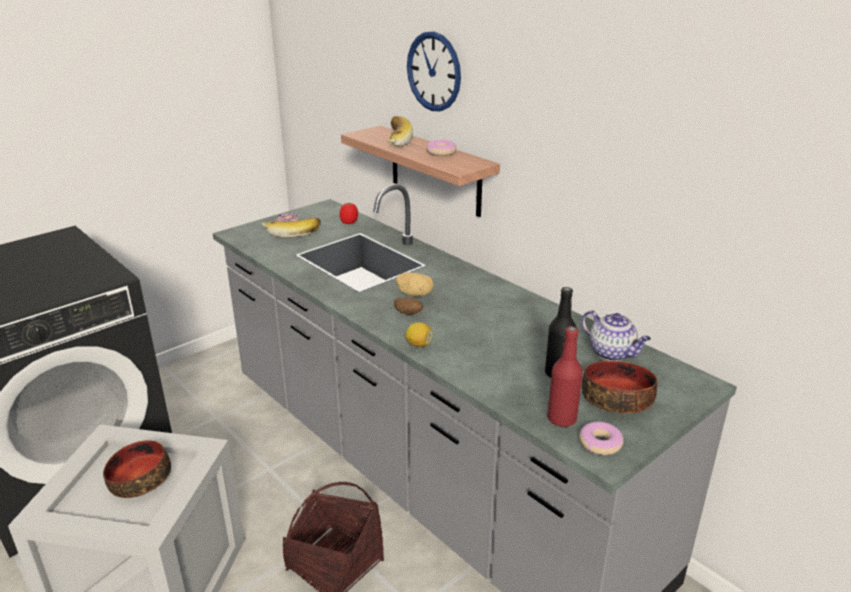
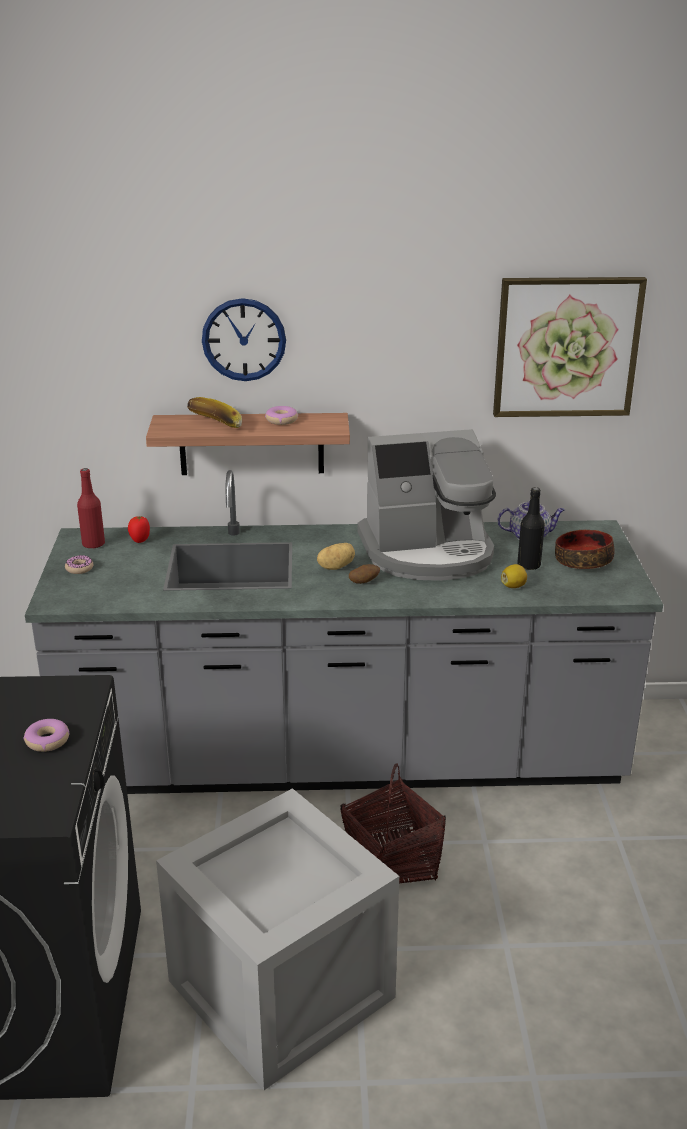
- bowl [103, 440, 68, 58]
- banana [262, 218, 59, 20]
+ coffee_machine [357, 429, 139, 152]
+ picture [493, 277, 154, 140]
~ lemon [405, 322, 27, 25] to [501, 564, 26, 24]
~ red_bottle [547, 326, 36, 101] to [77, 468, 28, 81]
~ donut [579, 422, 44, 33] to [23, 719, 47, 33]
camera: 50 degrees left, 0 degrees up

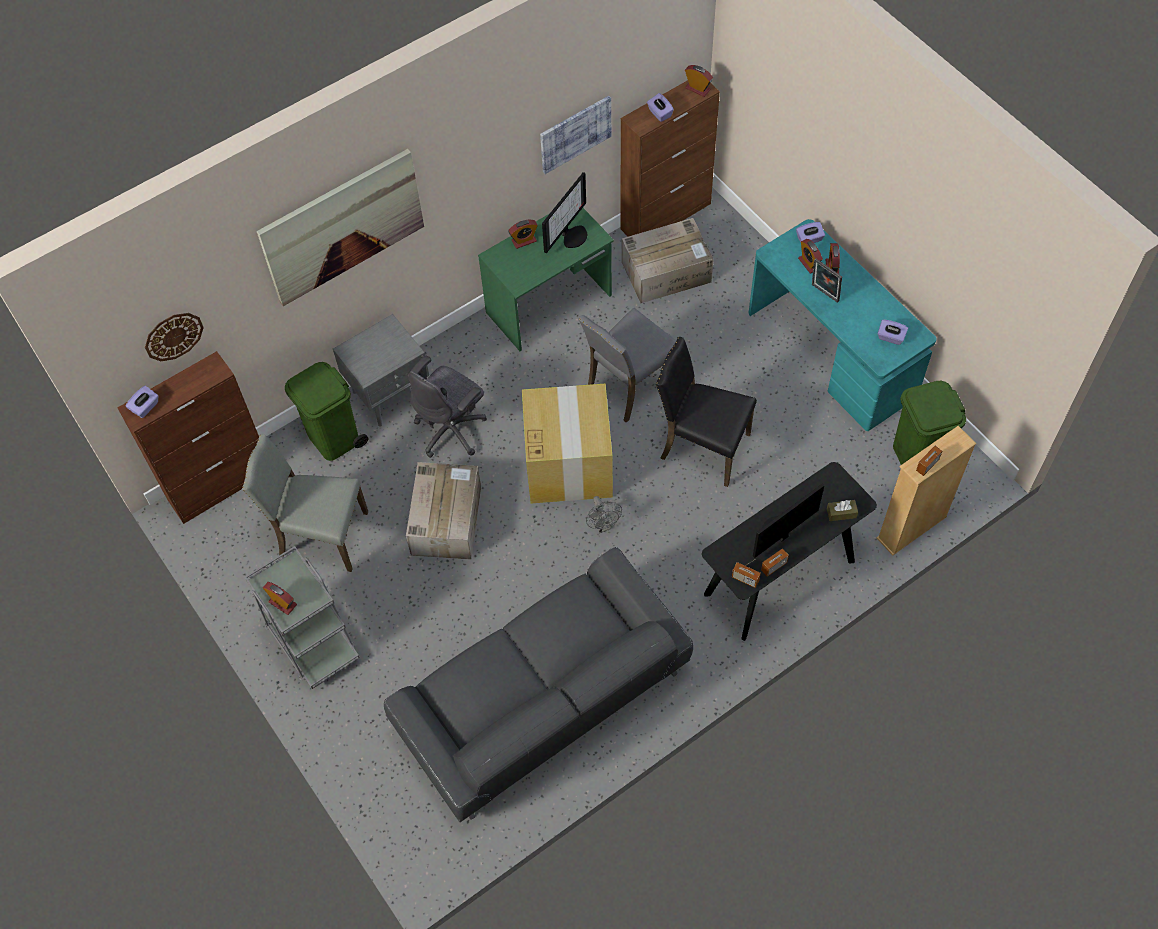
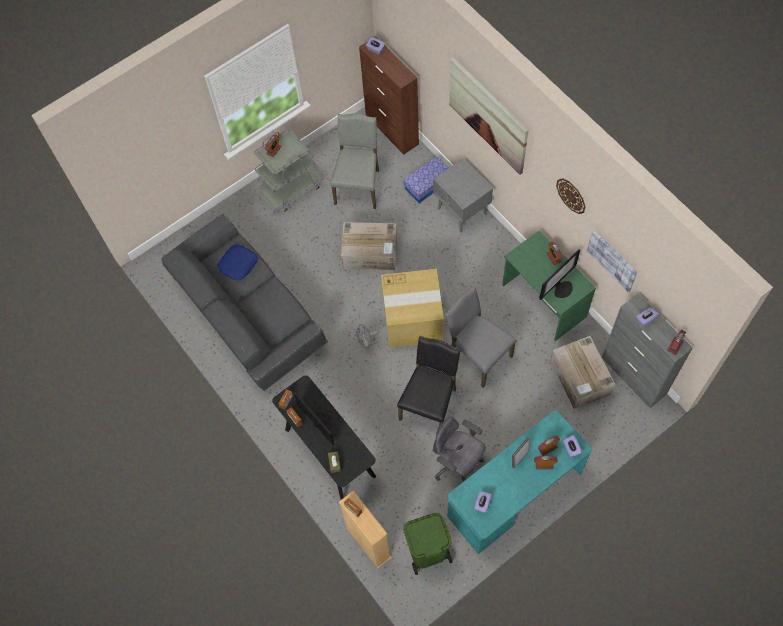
+ blue_pillow [217, 244, 41, 36]
~ wall_clock [145, 313, 59, 48] to [556, 178, 29, 36]
~ grey_office_chair [408, 356, 79, 102] to [432, 417, 54, 65]
~ green_trash_can [285, 362, 83, 99] to storage_box [403, 156, 46, 47]
~ brown_cabinet [621, 80, 99, 156] to grey_cabinet [602, 294, 91, 114]
~ monitor [542, 172, 45, 81] = [539, 249, 41, 51] 75 degrees counterclockwise
camera: 90 degrees right, 5 degrees up

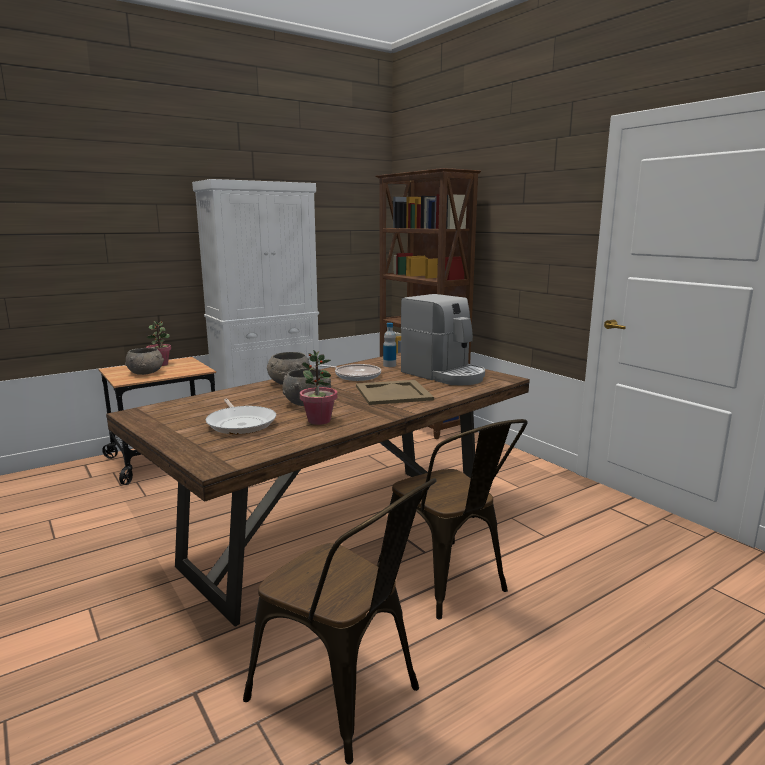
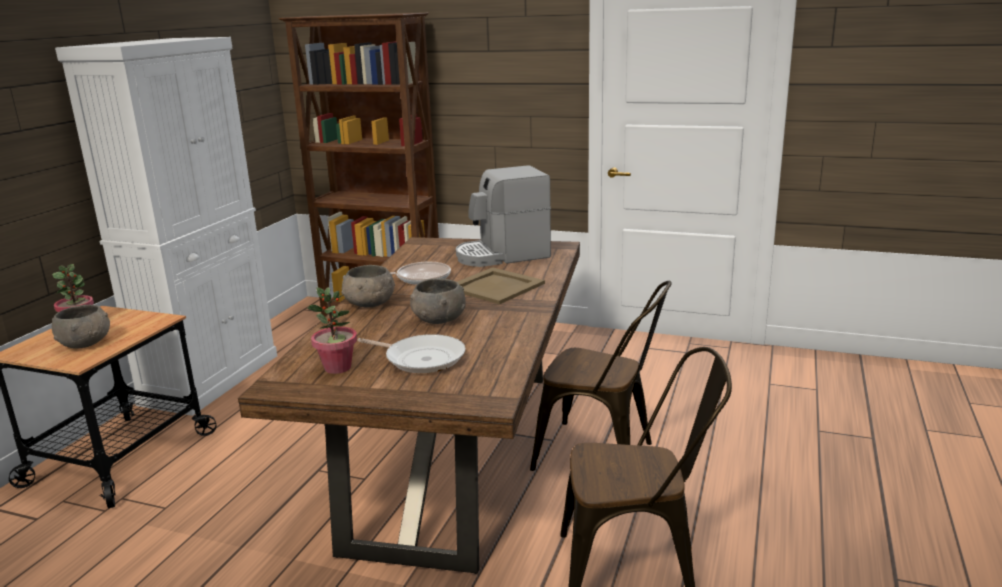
- bottle [383, 323, 13, 44]
~ potted_plant [300, 350, 37, 75] to [307, 287, 50, 87]
~ coffee_machine [401, 294, 84, 91] = [456, 165, 95, 102] 150 degrees clockwise
camera: 35 degrees left, 5 degrees up

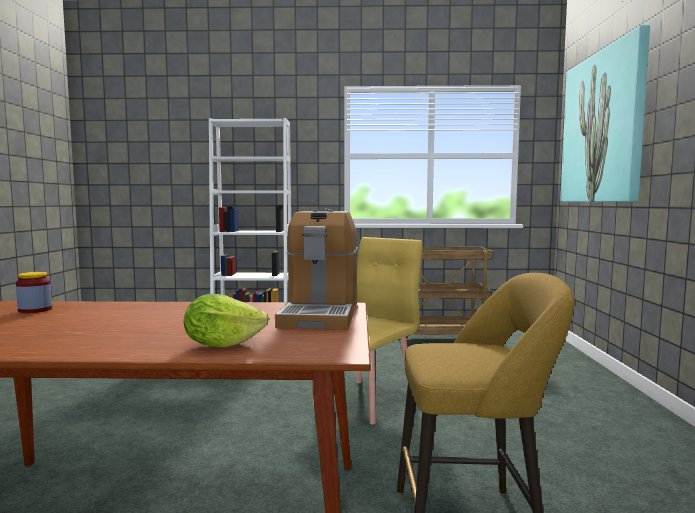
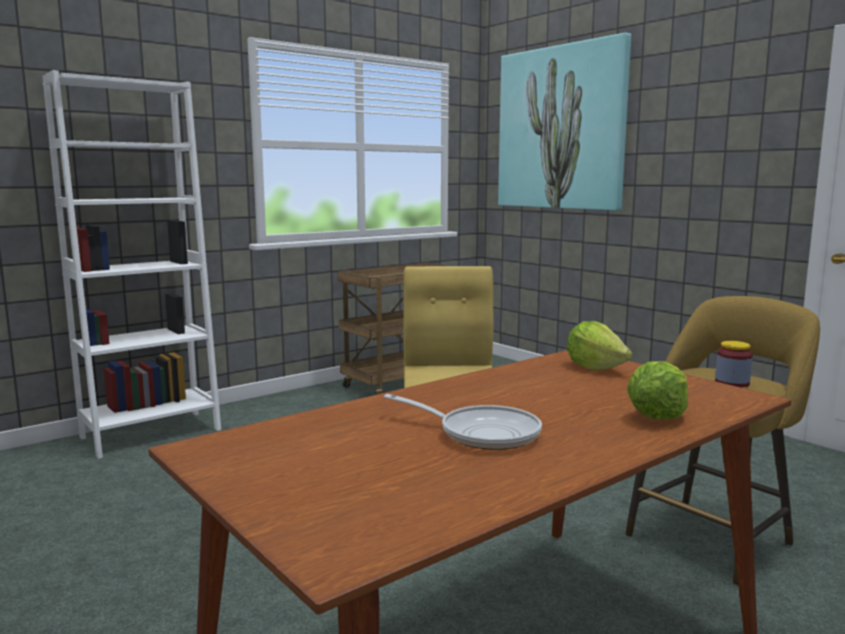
+ frying_pan [384, 394, 158, 56]
~ jar [16, 272, 36, 41] to [715, 341, 38, 47]
~ coffee_machine [275, 209, 83, 121] to lettuce [567, 321, 65, 49]
camera: 40 degrees left, 5 degrees up

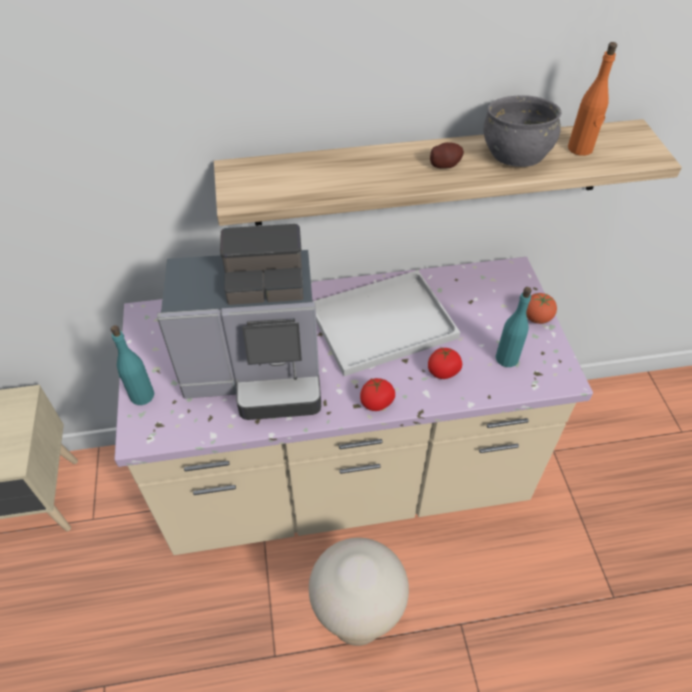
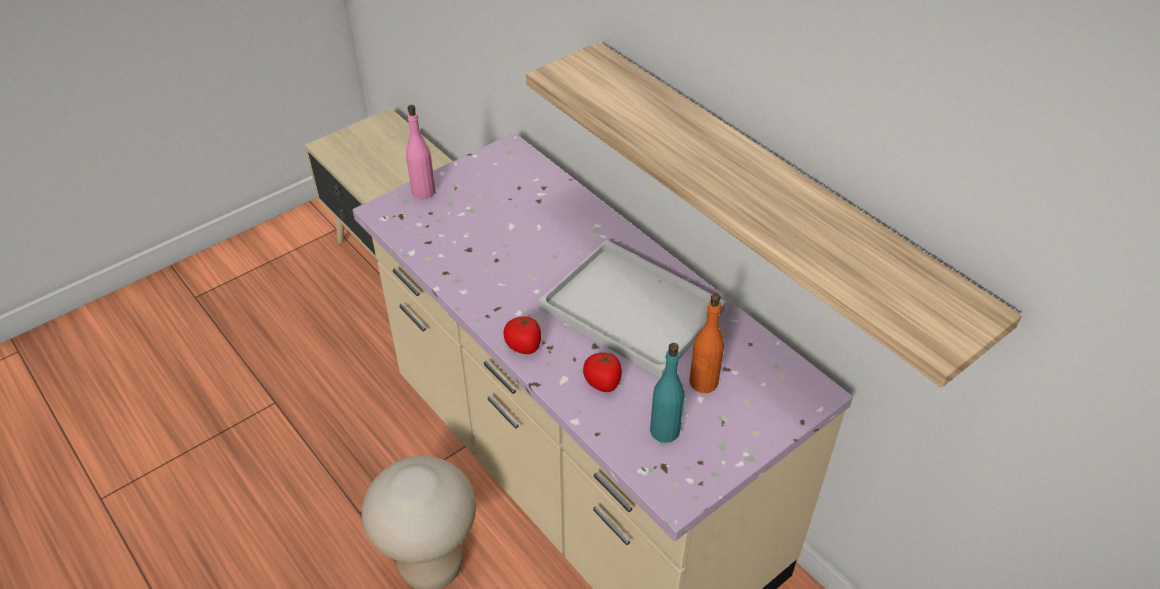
- coffee_machine [157, 224, 164, 196]
- potato [430, 142, 34, 26]
- grey_bowl [483, 95, 79, 72]
- tomato [526, 293, 31, 31]
~ orange_bottle [568, 42, 49, 114] to [689, 294, 35, 99]
~ turquoise_bottle [111, 325, 43, 80] to pink_bottle [406, 105, 30, 94]
camera: 60 degrees right, 5 degrees down

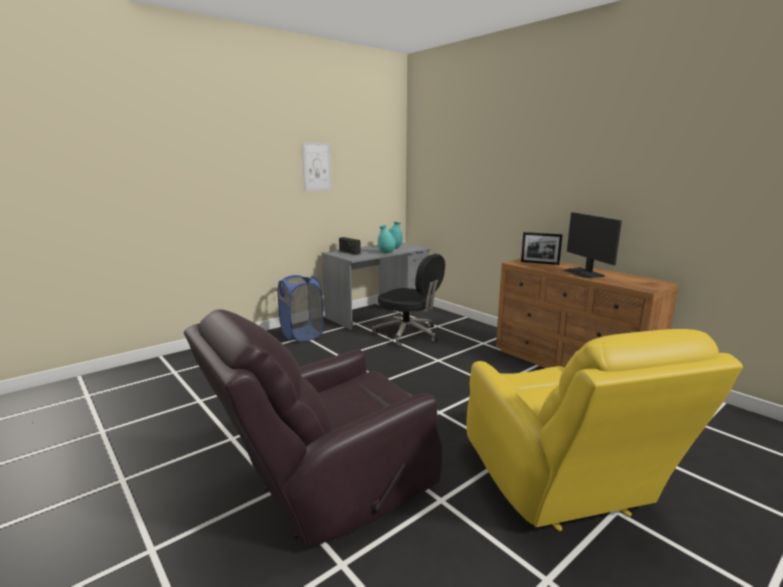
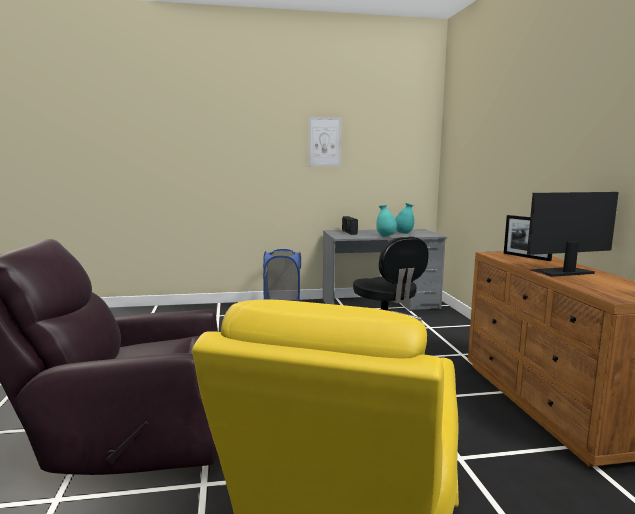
~ monitor [563, 212, 59, 66] = [527, 192, 92, 85] 60 degrees clockwise
camera: 30 degrees right, 5 degrees down

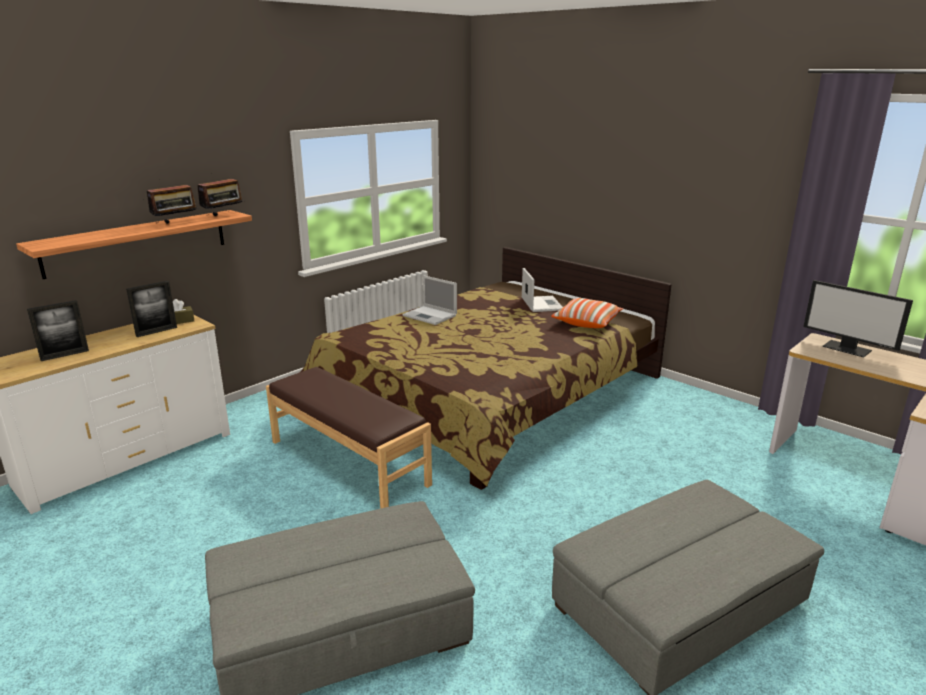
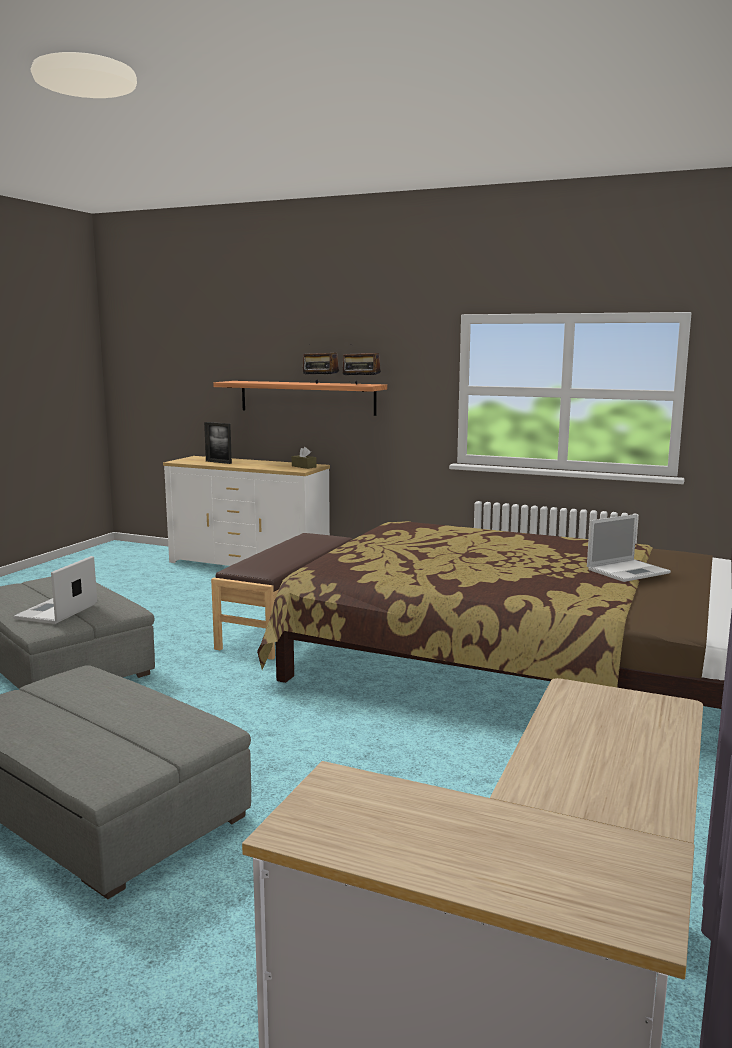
- picture_frame [126, 281, 51, 56]
- pillow [551, 298, 72, 30]
- monitor [803, 280, 110, 78]
~ laptop [402, 275, 55, 50] to [13, 556, 84, 68]
camera: 70 degrees right, 10 degrees down

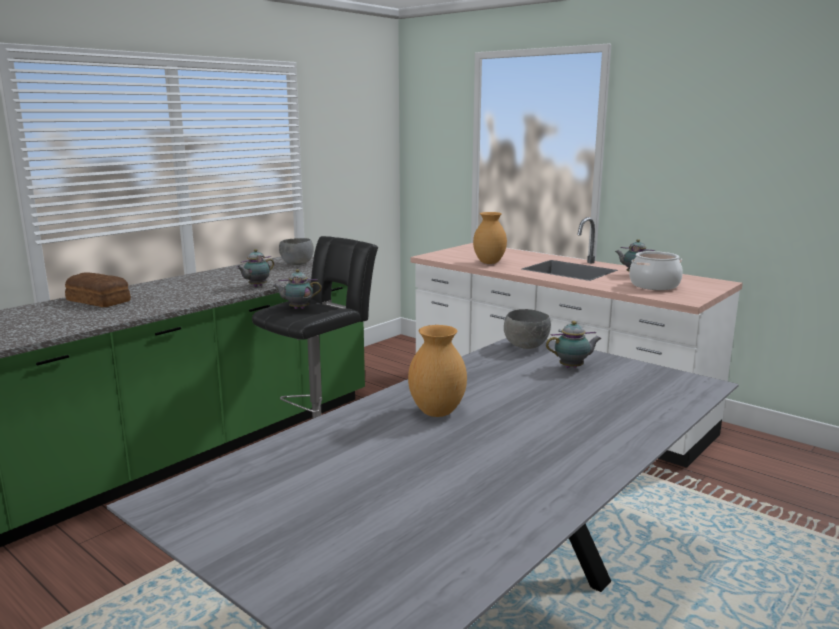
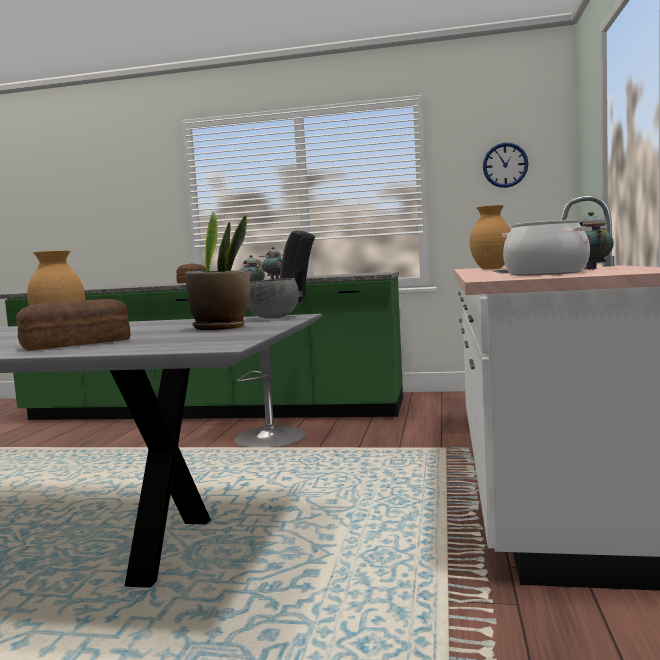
- grey_bowl [279, 238, 35, 27]
+ bread [16, 299, 114, 52]
+ wall_clock [483, 143, 46, 45]
~ teapot [546, 321, 56, 47] to potted_plant [185, 211, 65, 119]
camera: 60 degrees right, 10 degrees down

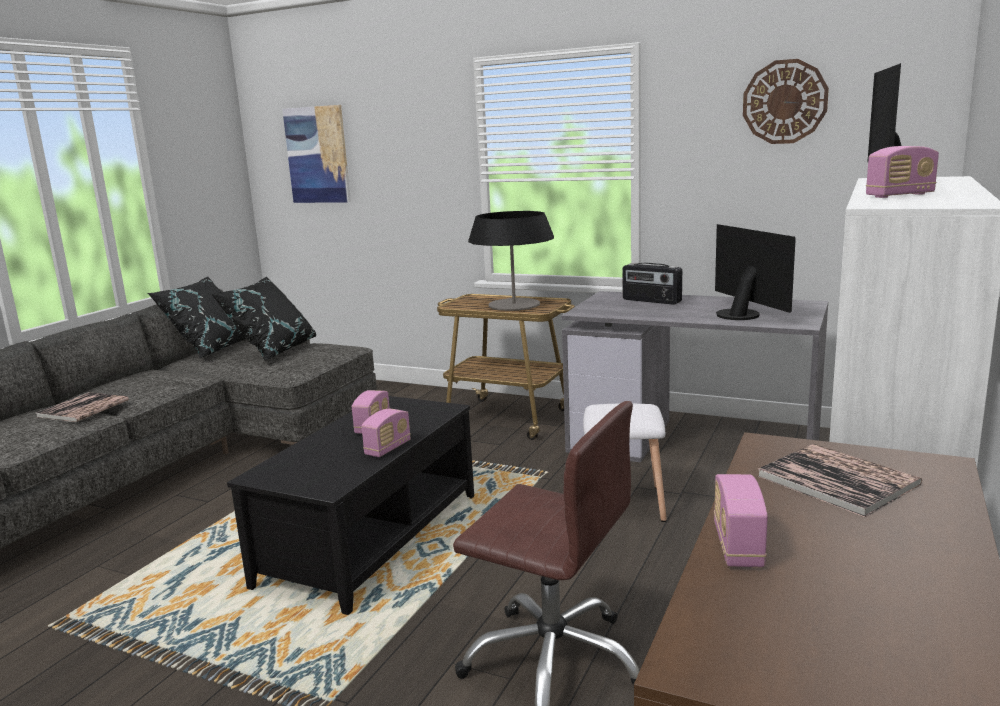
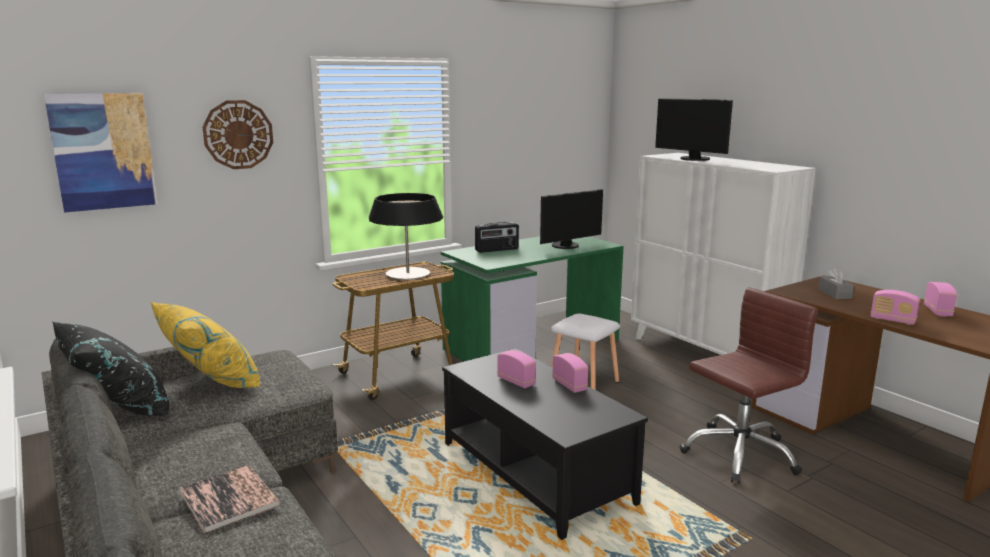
~ wall_clock [743, 59, 86, 85] to [203, 100, 70, 69]
~ radio [866, 146, 73, 52] to [924, 282, 33, 35]
~ book [757, 444, 165, 73] to grey_tissue_box [818, 267, 36, 32]
~ black_pillow [211, 277, 105, 84] to yellow_pillow [151, 302, 109, 86]
~ grey_desk [562, 291, 266, 172] to green_desk [441, 236, 183, 126]
~ monitor [715, 224, 81, 96] = [540, 189, 63, 60] 135 degrees clockwise
camera: 60 degrees left, 0 degrees up

